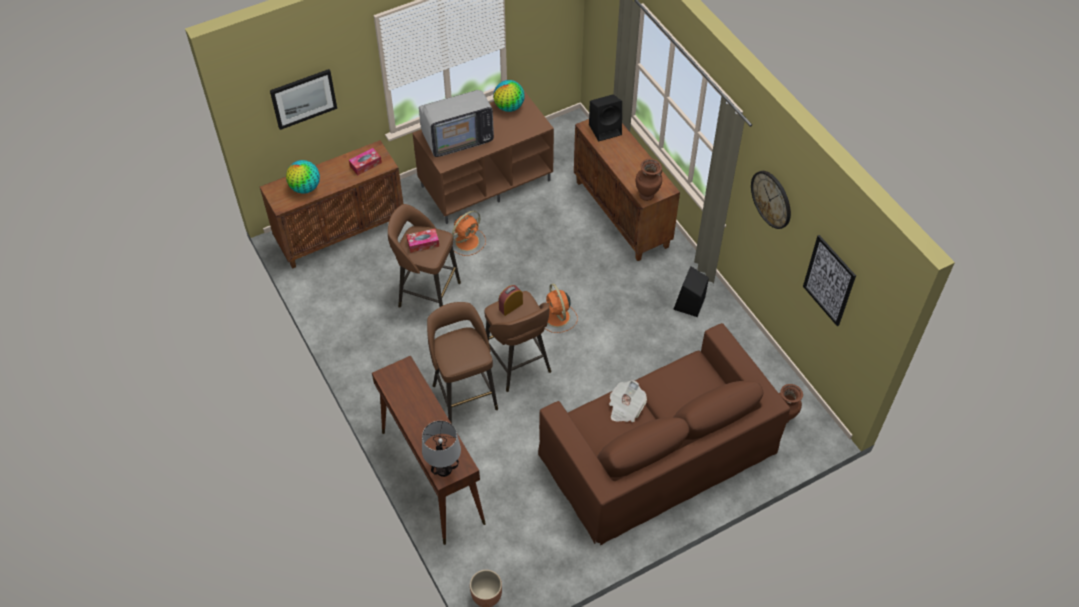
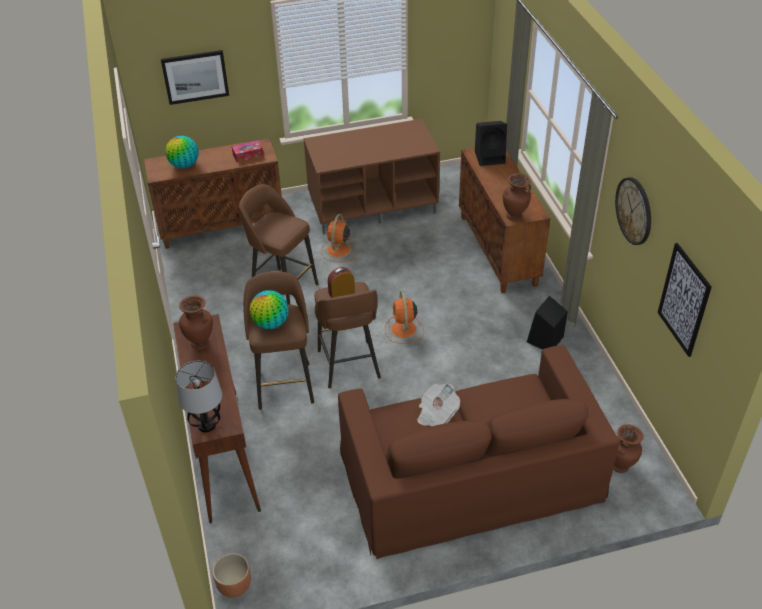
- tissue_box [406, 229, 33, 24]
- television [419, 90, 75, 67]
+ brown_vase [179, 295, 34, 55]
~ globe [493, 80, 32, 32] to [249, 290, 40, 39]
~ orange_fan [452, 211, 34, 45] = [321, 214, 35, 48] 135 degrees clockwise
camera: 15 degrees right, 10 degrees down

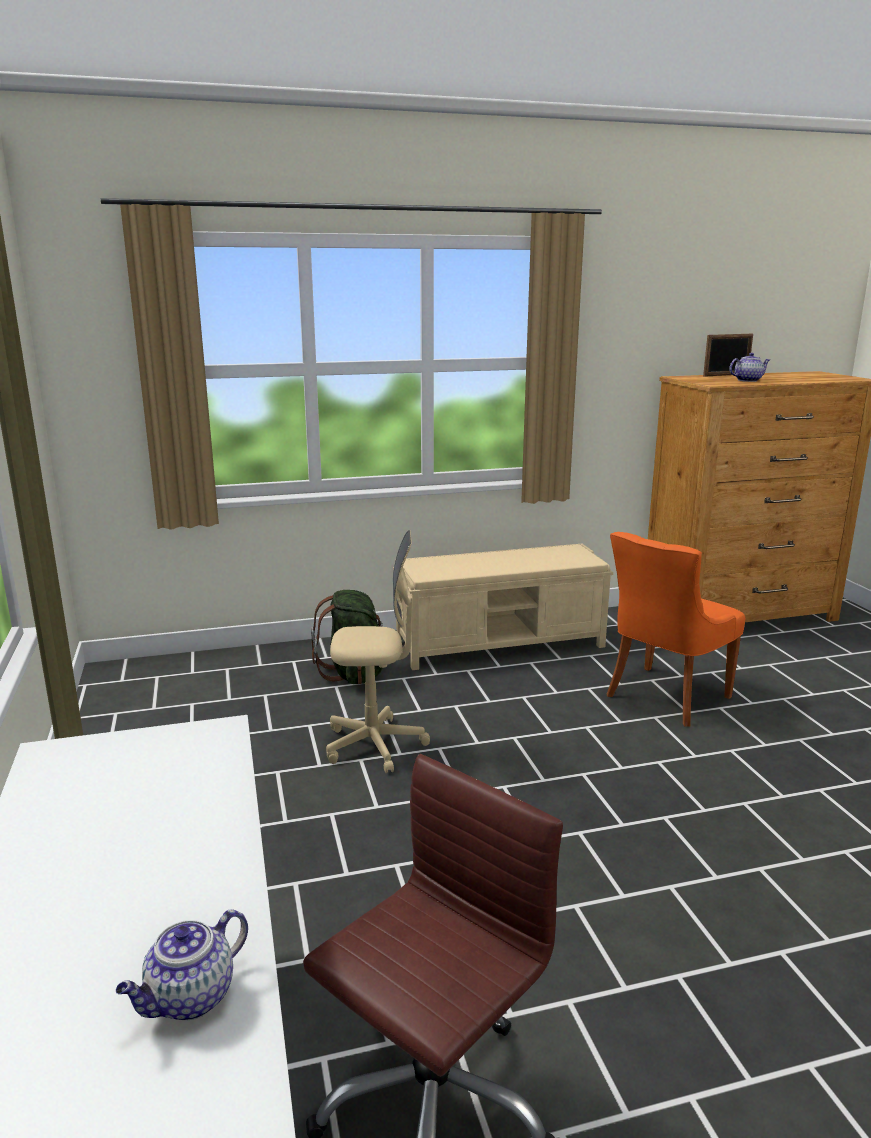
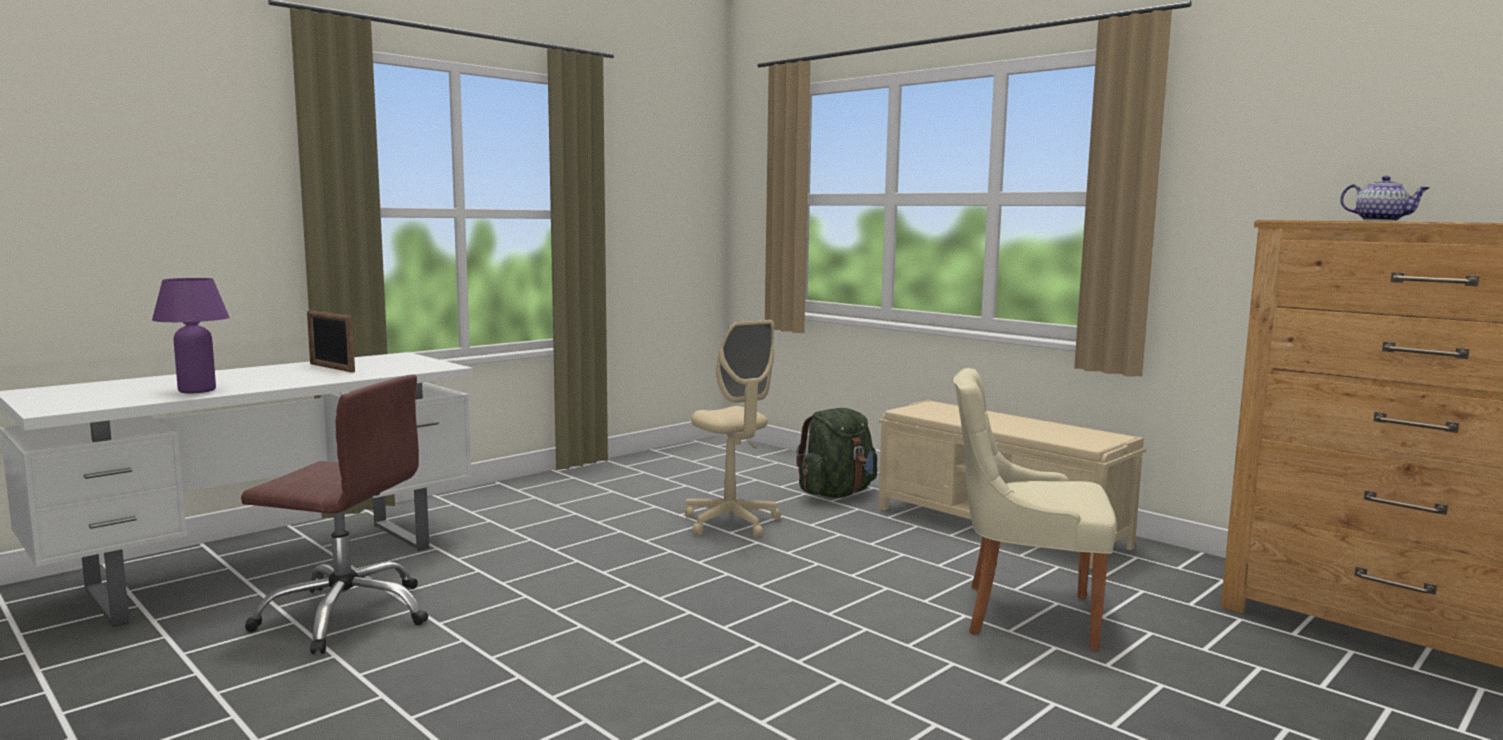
~ picture_frame [703, 334, 50, 43] to [307, 310, 48, 62]
~ teapot [116, 909, 132, 111] to purple_table_lamp [152, 278, 77, 115]
~ orange_chair [606, 532, 139, 195] to beige_chair [953, 368, 164, 283]
camera: 60 degrees right, 10 degrees down

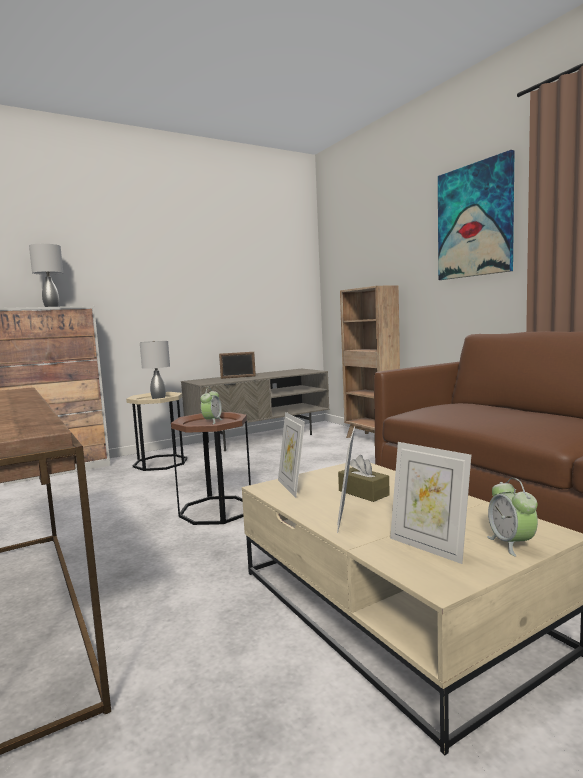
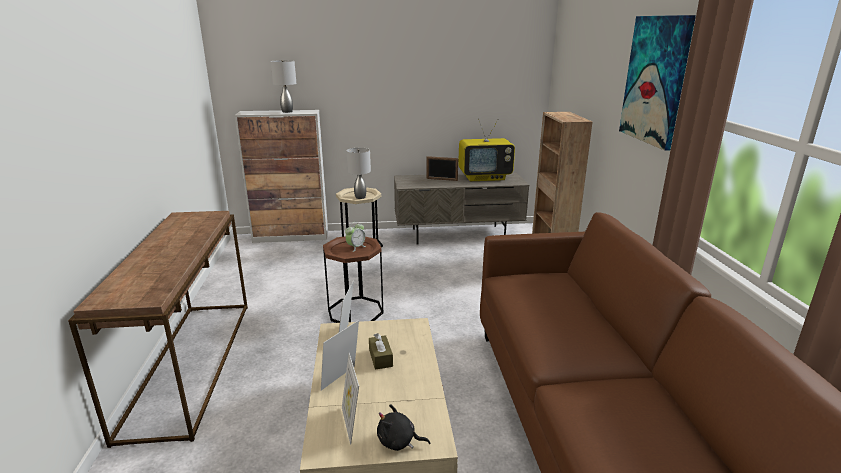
+ television [458, 119, 57, 62]
~ alarm_clock [487, 478, 51, 78] to black_plush_toy [377, 404, 53, 47]
camera: 25 degrees right, 15 degrees up

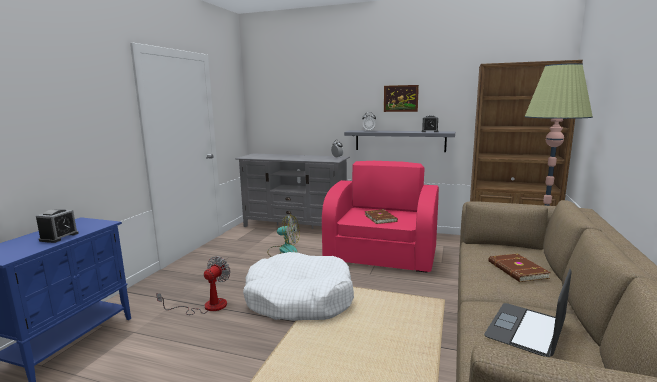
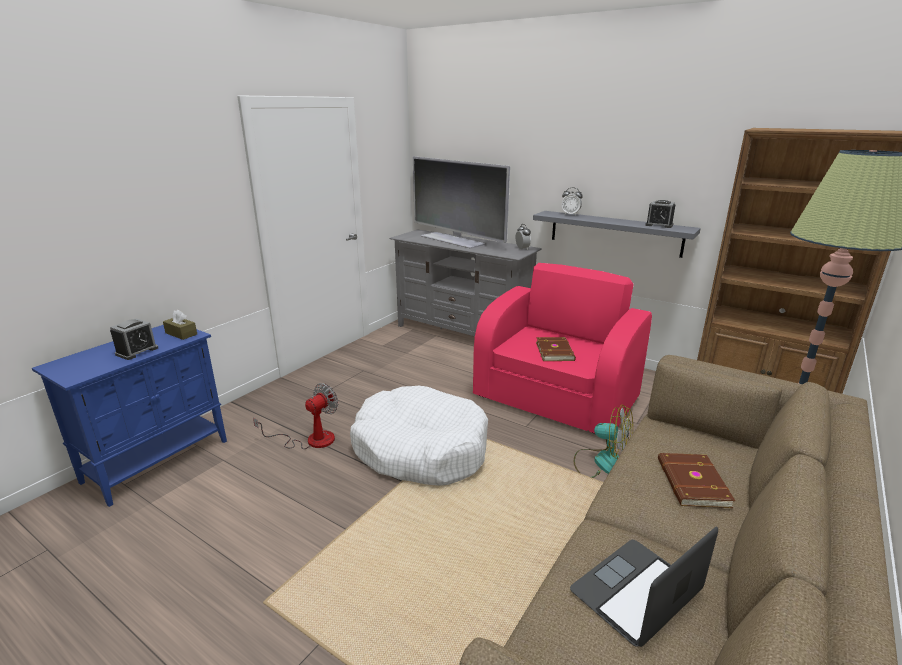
- picture [384, 85, 35, 27]
+ brown_tissue_box [163, 310, 34, 30]
+ television [413, 156, 97, 93]
~ fan [267, 214, 33, 43] to [574, 405, 59, 73]
camera: 15 degrees right, 10 degrees up

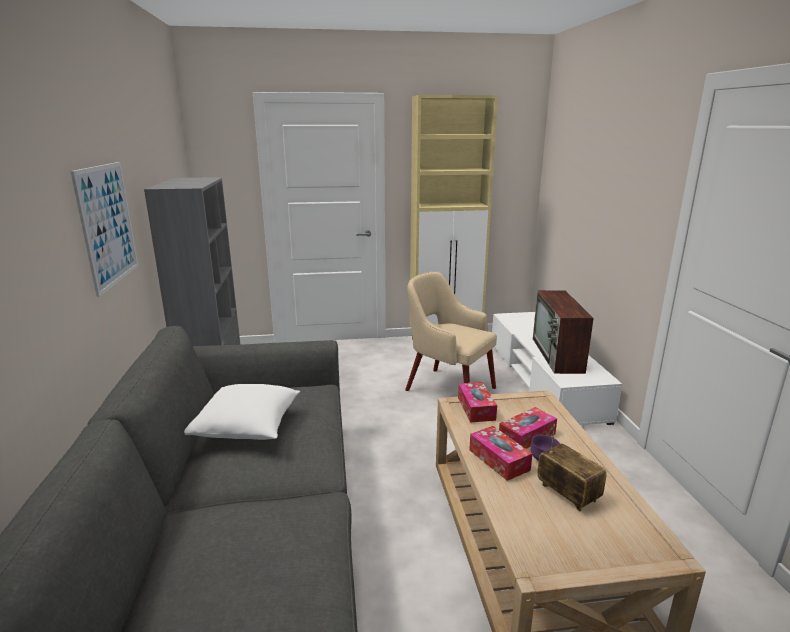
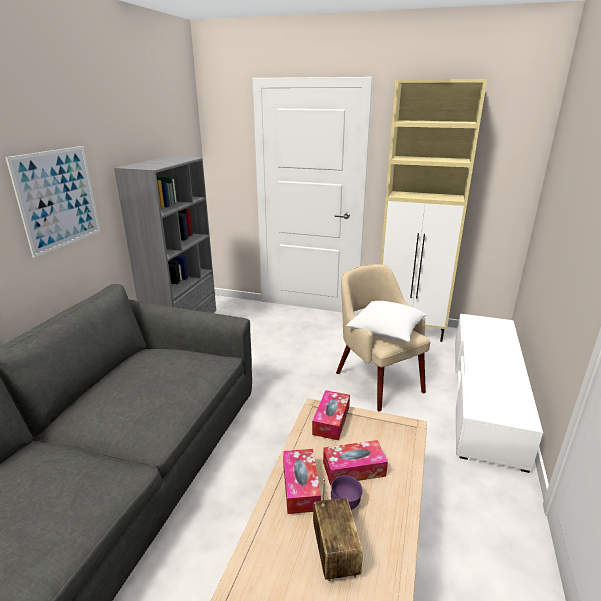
- television [533, 290, 61, 84]
~ white_pillow [184, 384, 116, 56] to [346, 301, 81, 41]
camera: 25 degrees right, 5 degrees up

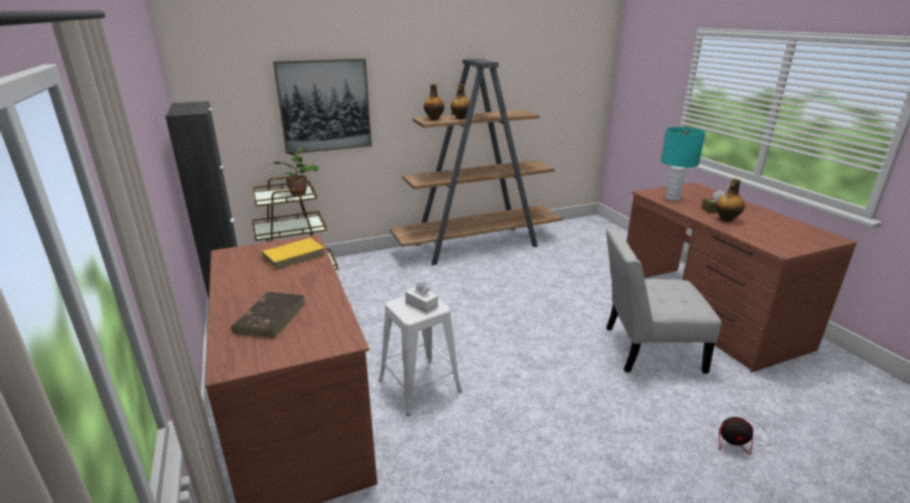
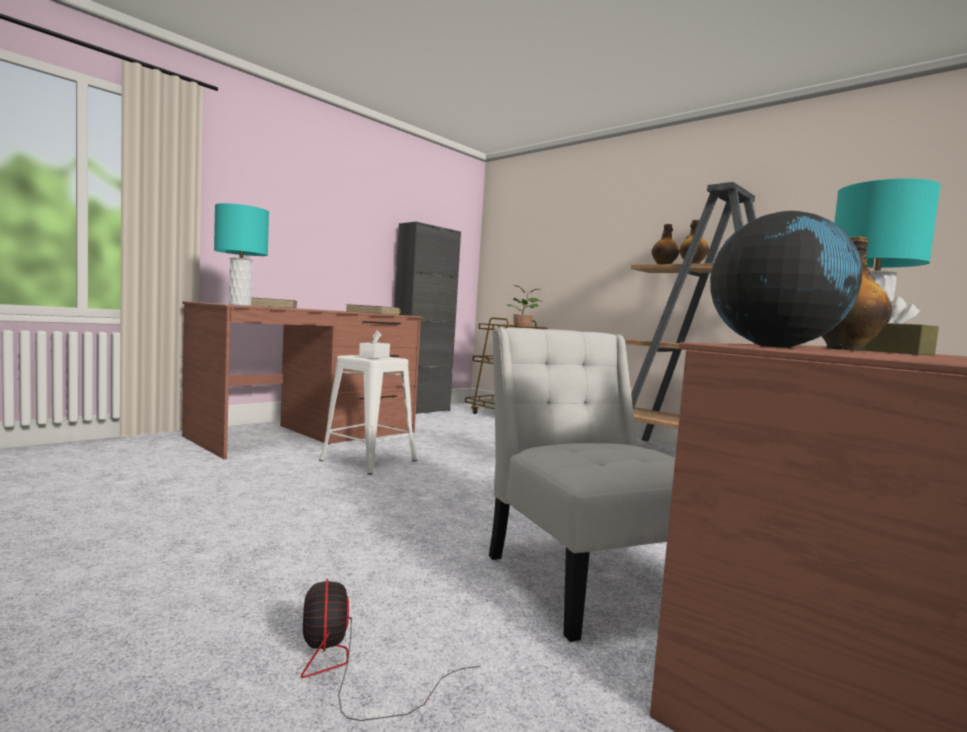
- picture [273, 58, 99, 96]
+ turquoise_table_lamp [214, 203, 55, 103]
+ globe [710, 211, 152, 137]
camera: 65 degrees right, 20 degrees down

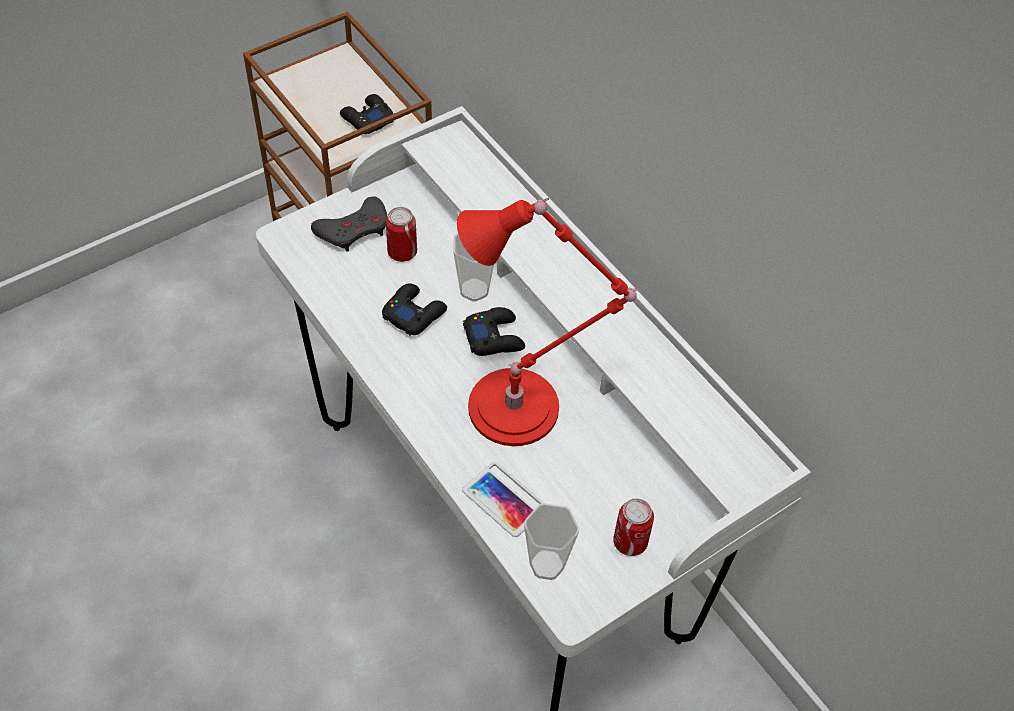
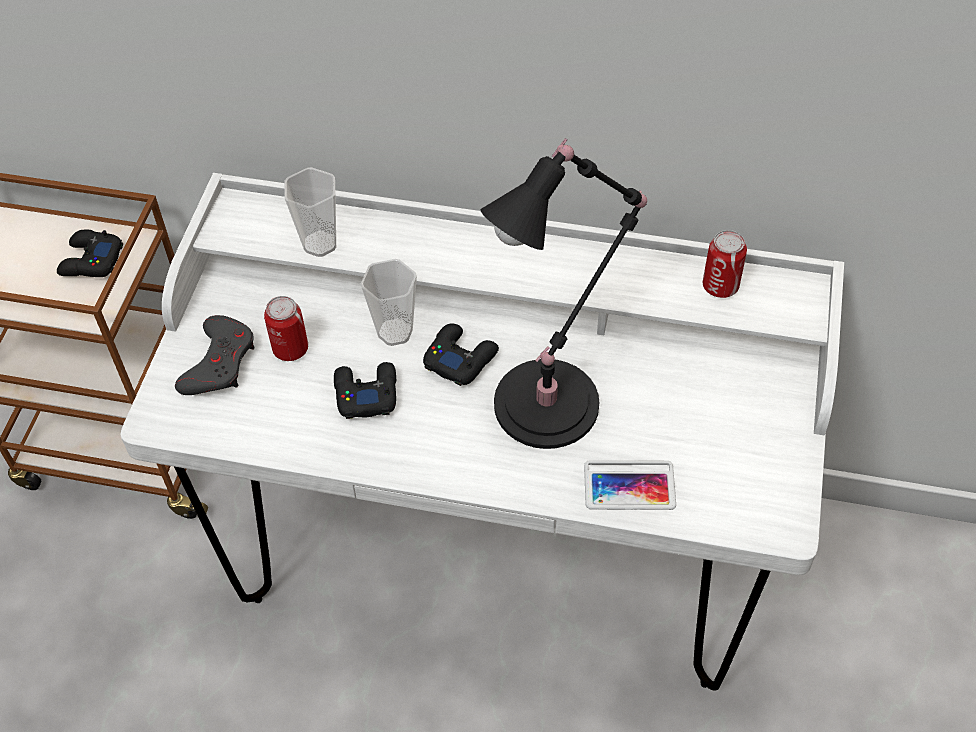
~ cup [524, 503, 55, 77] to [284, 167, 52, 90]
~ can [613, 498, 41, 58] to [703, 230, 44, 68]
~ red_table_lamp [457, 198, 182, 248] to black_table_lamp [481, 138, 166, 311]
camera: 40 degrees left, 0 degrees up

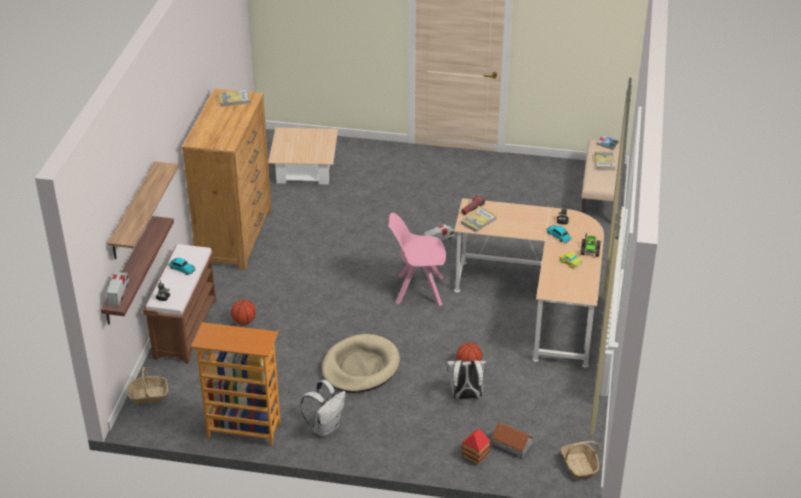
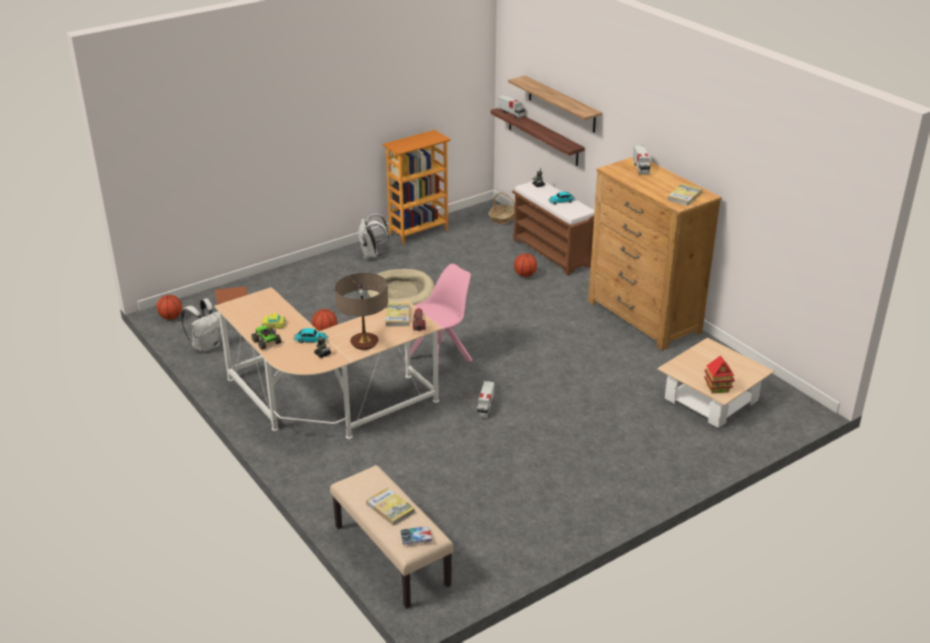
+ table_lamp [335, 273, 53, 77]
+ toy_truck [633, 145, 17, 30]
~ white_backpack [447, 358, 39, 41] to [181, 298, 40, 55]
~ toy_house [460, 429, 32, 35] to [704, 356, 31, 37]
~ basket [561, 441, 38, 38] to basketball [157, 295, 25, 25]
camera: 135 degrees right, 5 degrees down

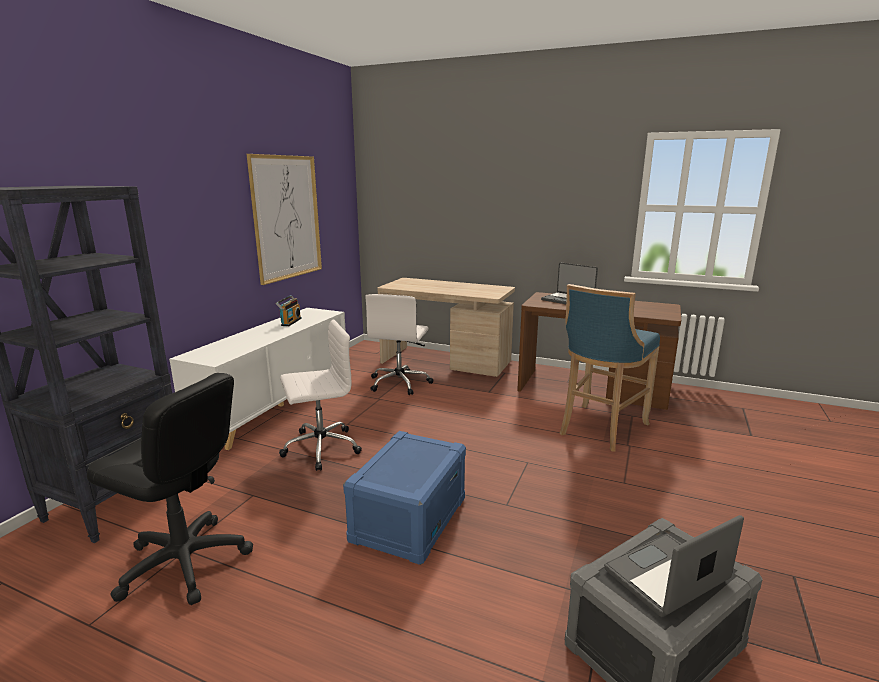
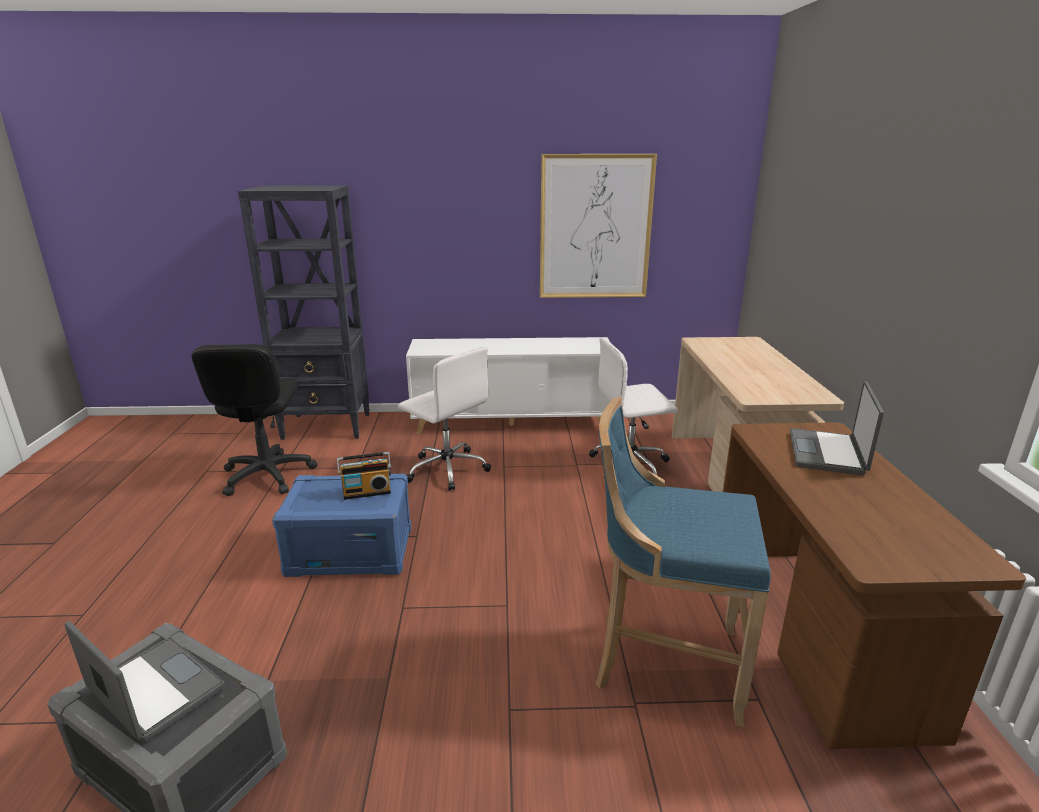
~ radio [276, 295, 26, 31] to [337, 452, 54, 48]
camera: 65 degrees right, 5 degrees up

